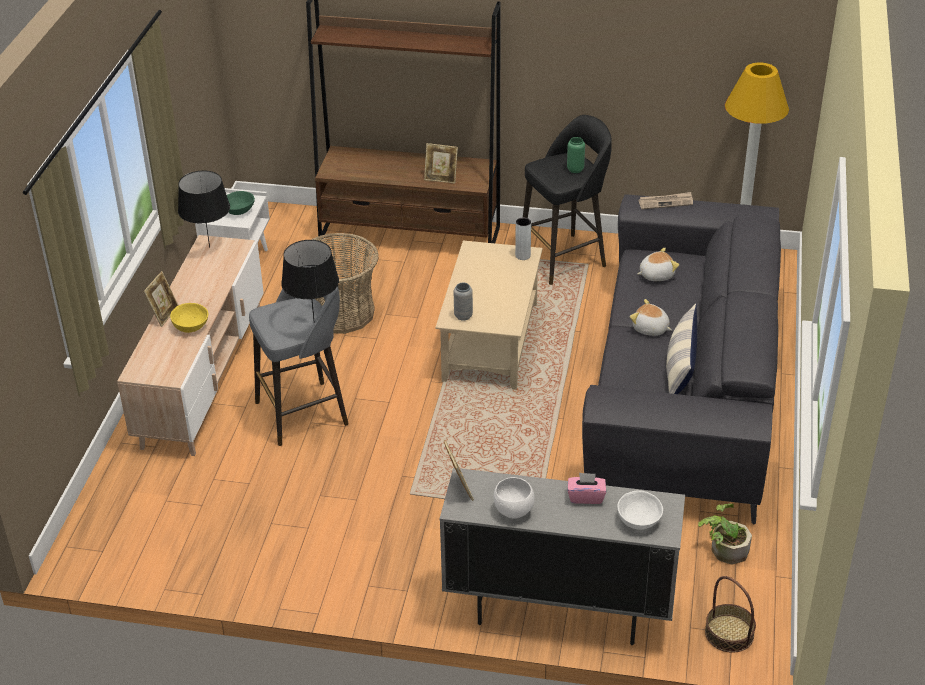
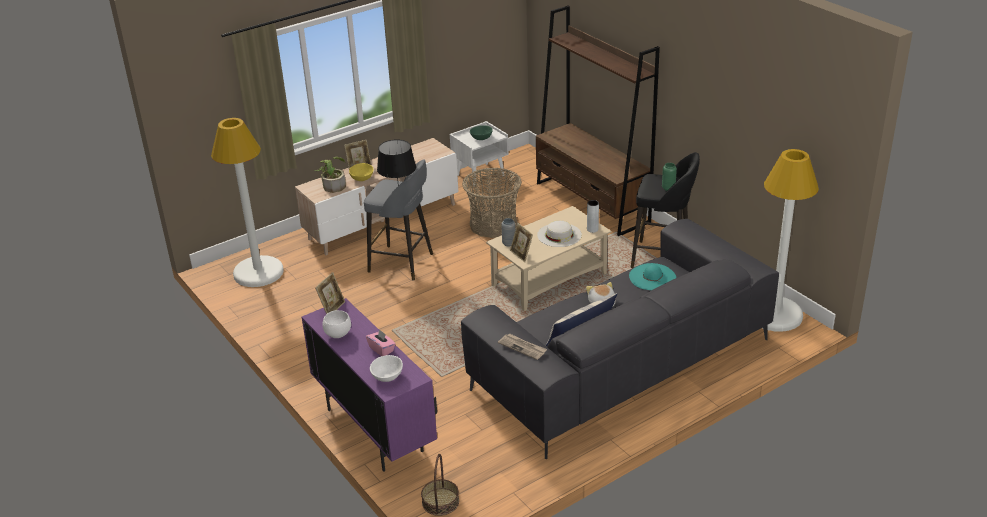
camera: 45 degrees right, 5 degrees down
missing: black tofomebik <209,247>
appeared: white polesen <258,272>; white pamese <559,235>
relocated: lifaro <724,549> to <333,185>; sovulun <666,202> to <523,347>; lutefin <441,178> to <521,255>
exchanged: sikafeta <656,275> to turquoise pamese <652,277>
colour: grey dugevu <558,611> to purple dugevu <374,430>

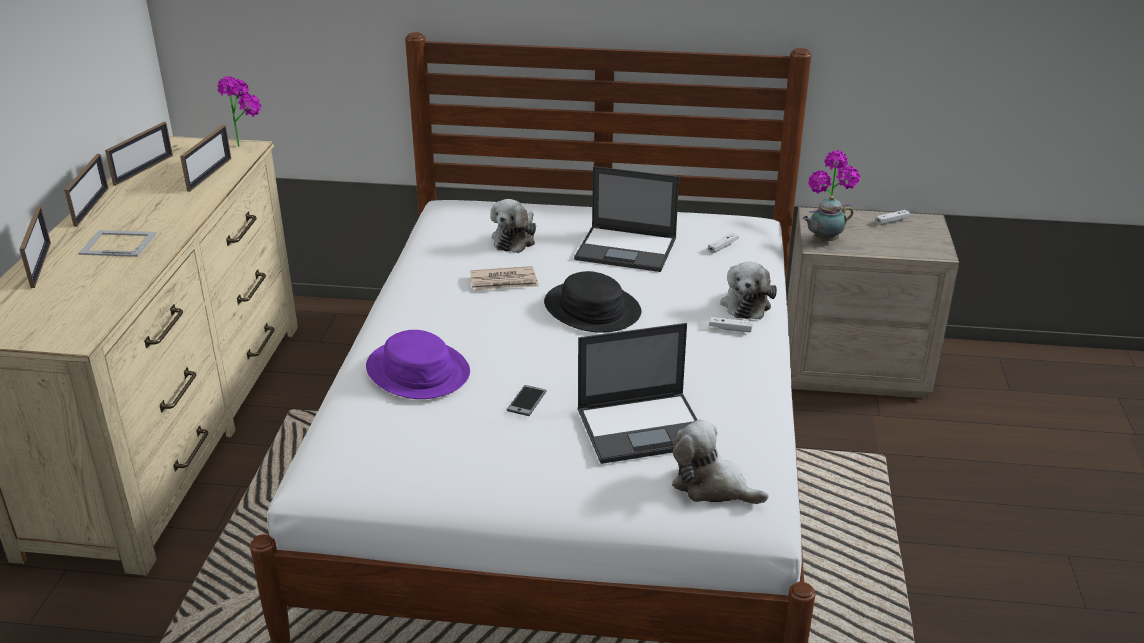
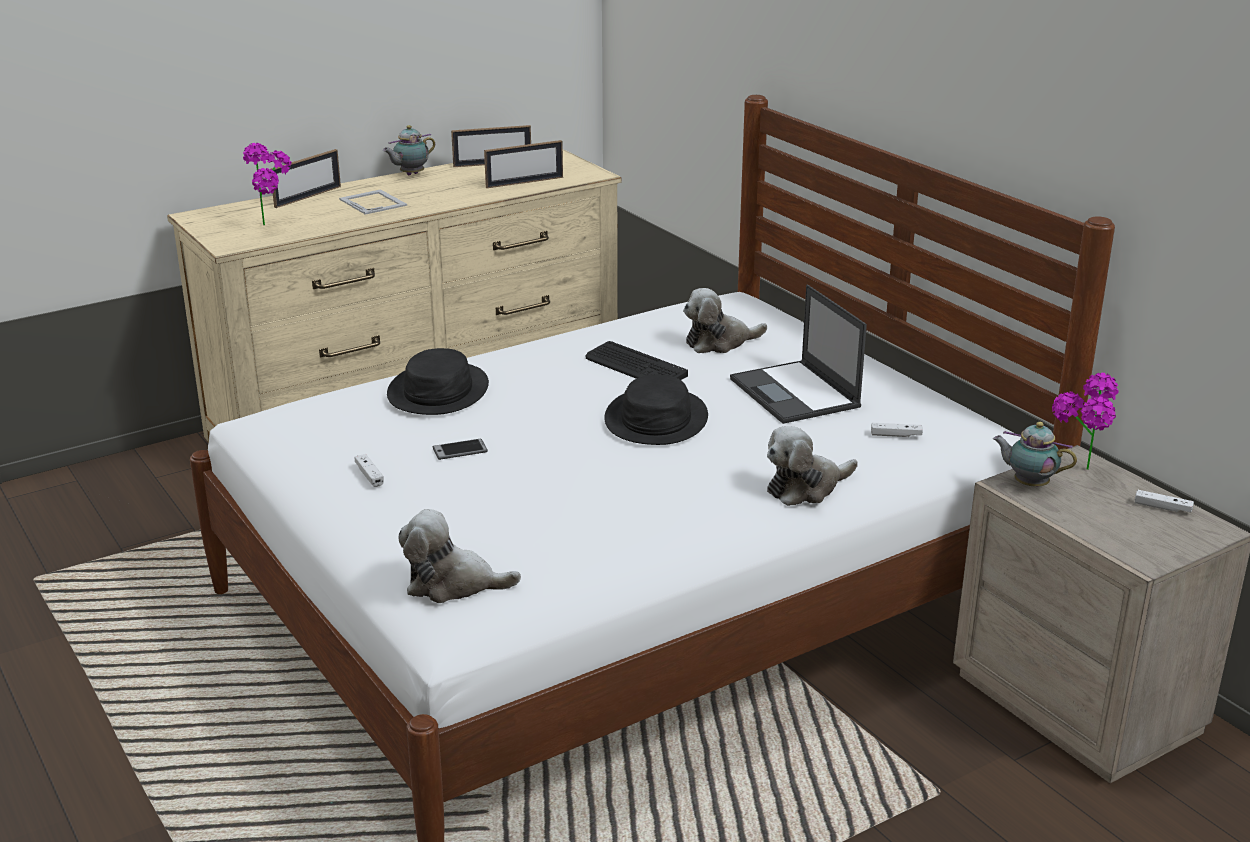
camera: 50 degrees right, 5 degrees down
missing: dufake <643,427>
relocated: lifaro <246,143> to <274,225>; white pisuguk <730,329> to <369,475>
exchanged: lutefin <91,207> to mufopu <410,174>; sovulun <504,282> to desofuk <635,366>
colour: purple pamese <418,371> to black pamese <438,391>
spun: sikafeta <712,486> = <453,584> 75 degrees counterclockwise

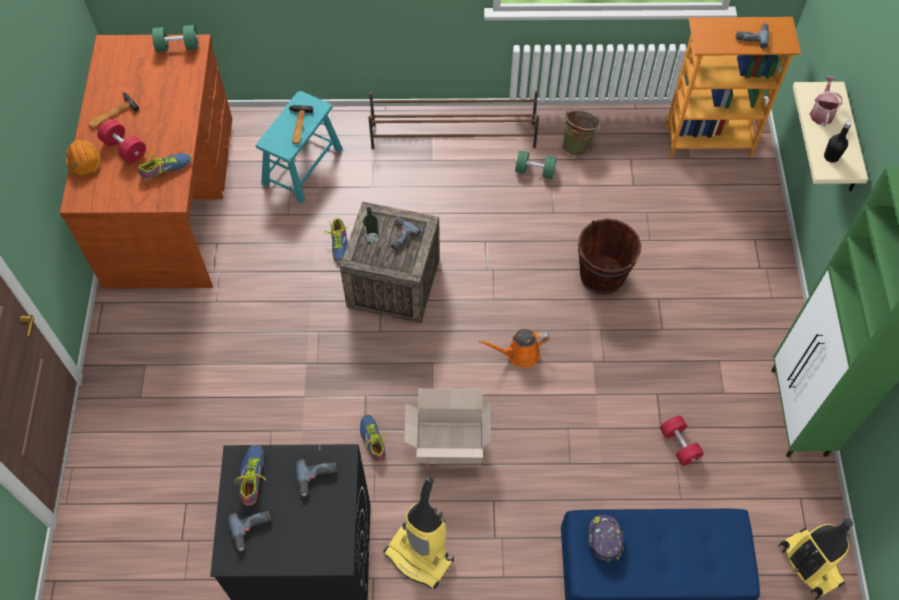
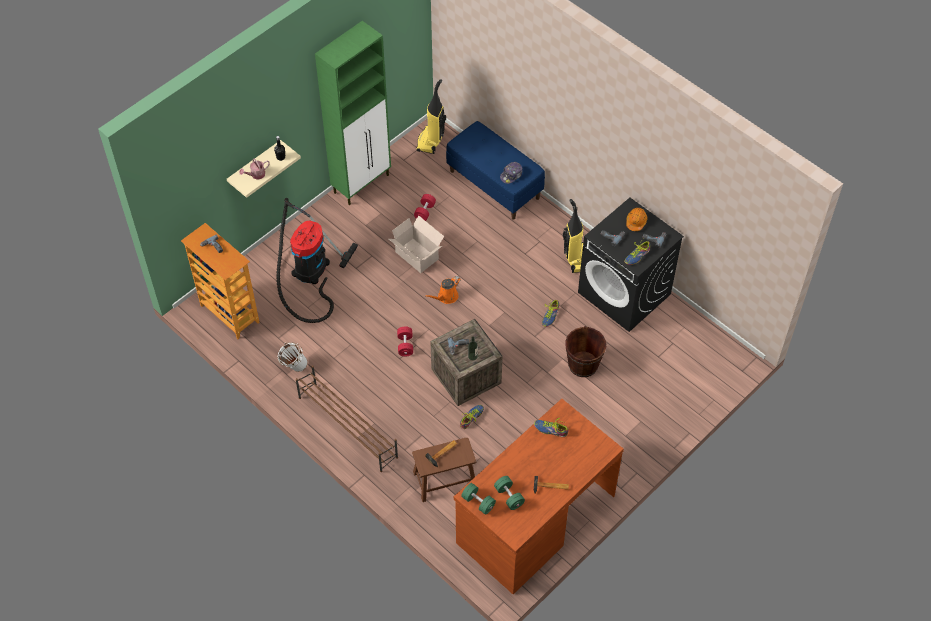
camera: 135 degrees left, 5 degrees down
appeared: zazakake <309,272>
relocated: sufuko <447,442> to <417,256>; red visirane <124,148> to <405,345>; green visirane <535,171> to <509,496>; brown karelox <602,276> to <583,365>; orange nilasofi <84,161> to <636,222>
colour: green karelox <577,145> to white karelox <293,367>; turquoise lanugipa <302,166> to brown lanugipa <444,479>
spun: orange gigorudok <519,354> = <446,297> 105 degrees clockwise

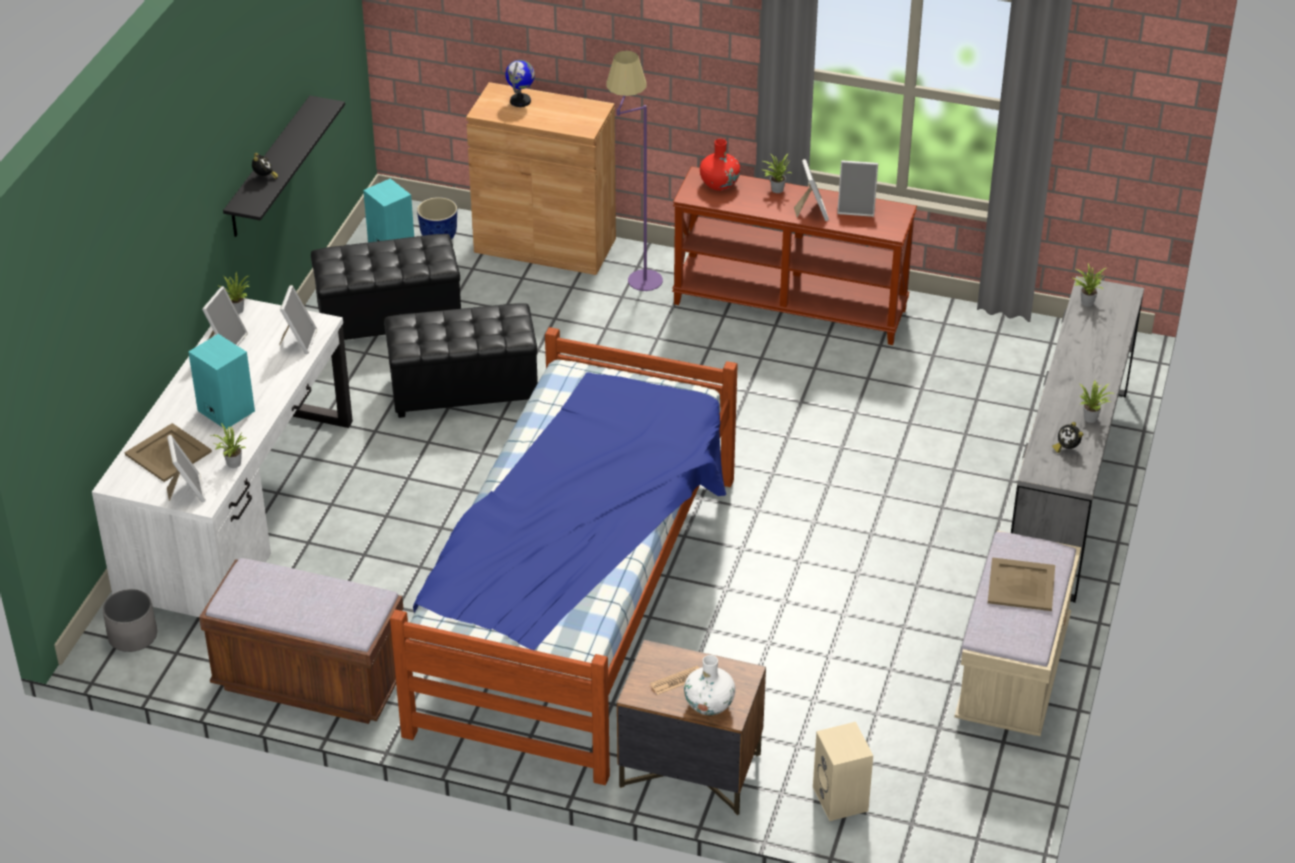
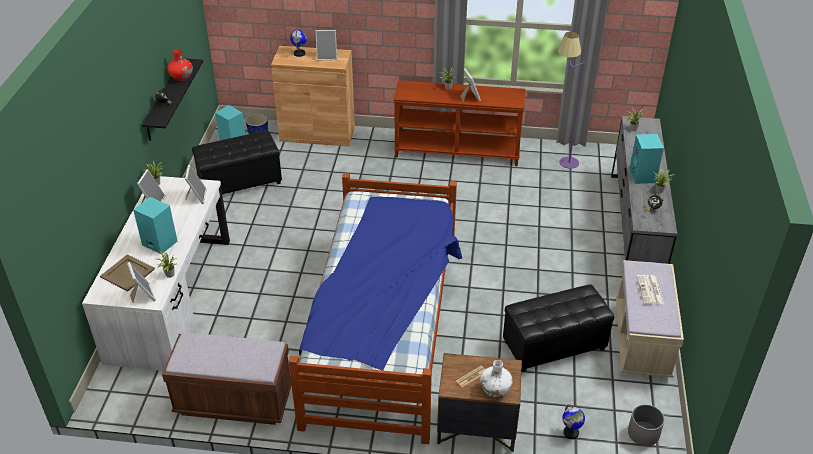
camera: 10 degrees left, 0 degrees up
appeared: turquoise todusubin <643,176>
relocated: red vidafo <719,184> to <181,77>; lutefin <856,208> to <327,56>; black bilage <464,390> to <553,345>; purple polesen <634,273> to <561,159>; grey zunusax <132,636> to <643,434>
exchanged: beige todusubin <842,799> to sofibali <571,433>; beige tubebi <1022,585> to sovulun <650,290>

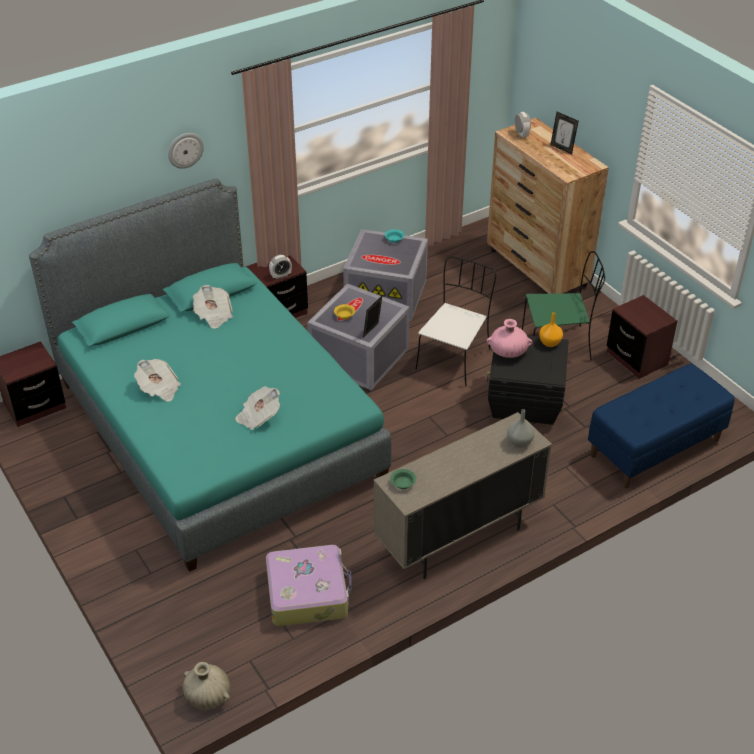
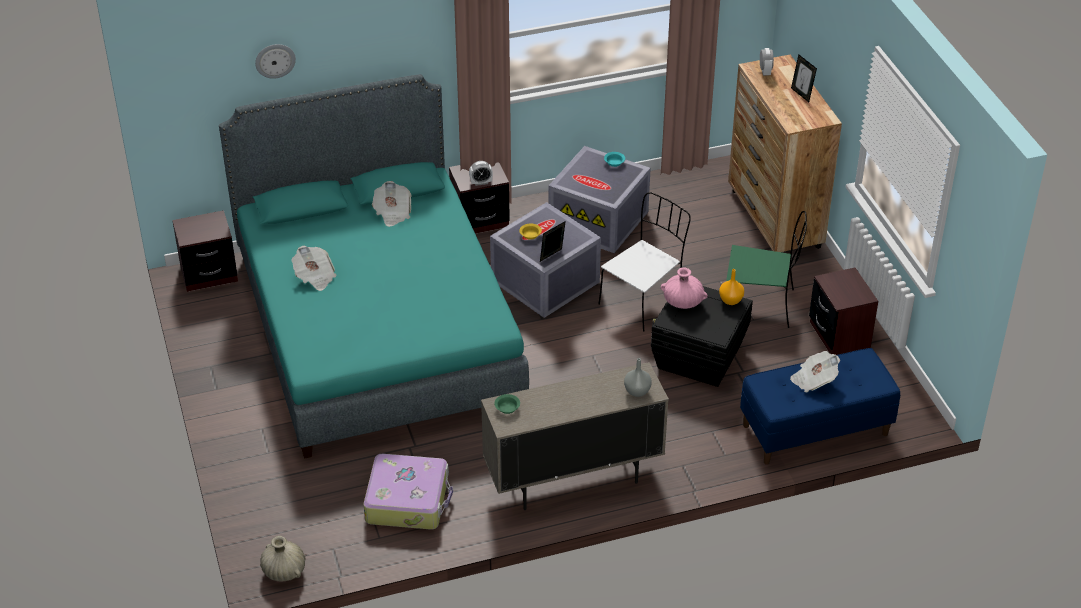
camera: 15 degrees right, 0 degrees up
relocated: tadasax <185,150> to <275,60>; sovulun <258,417> to <813,380>

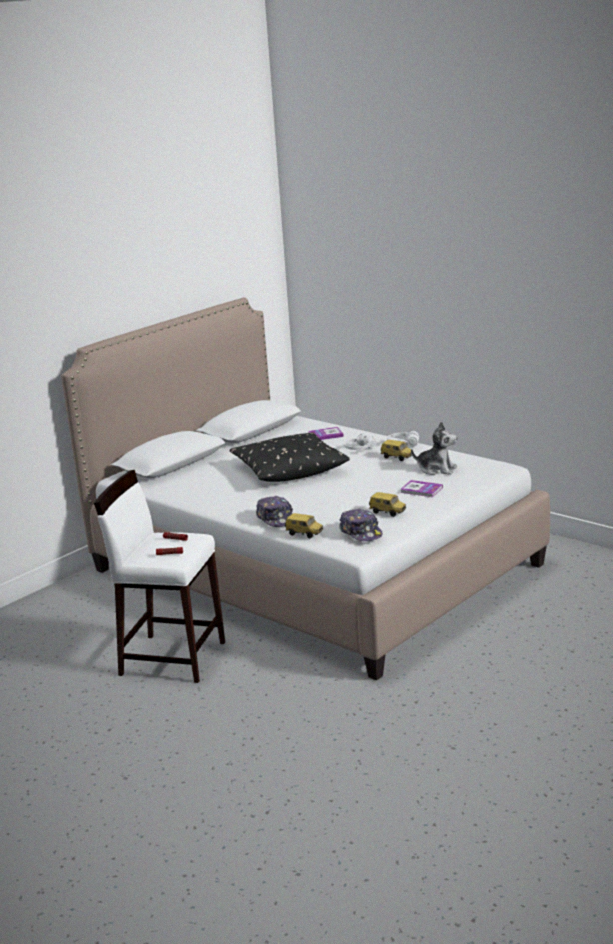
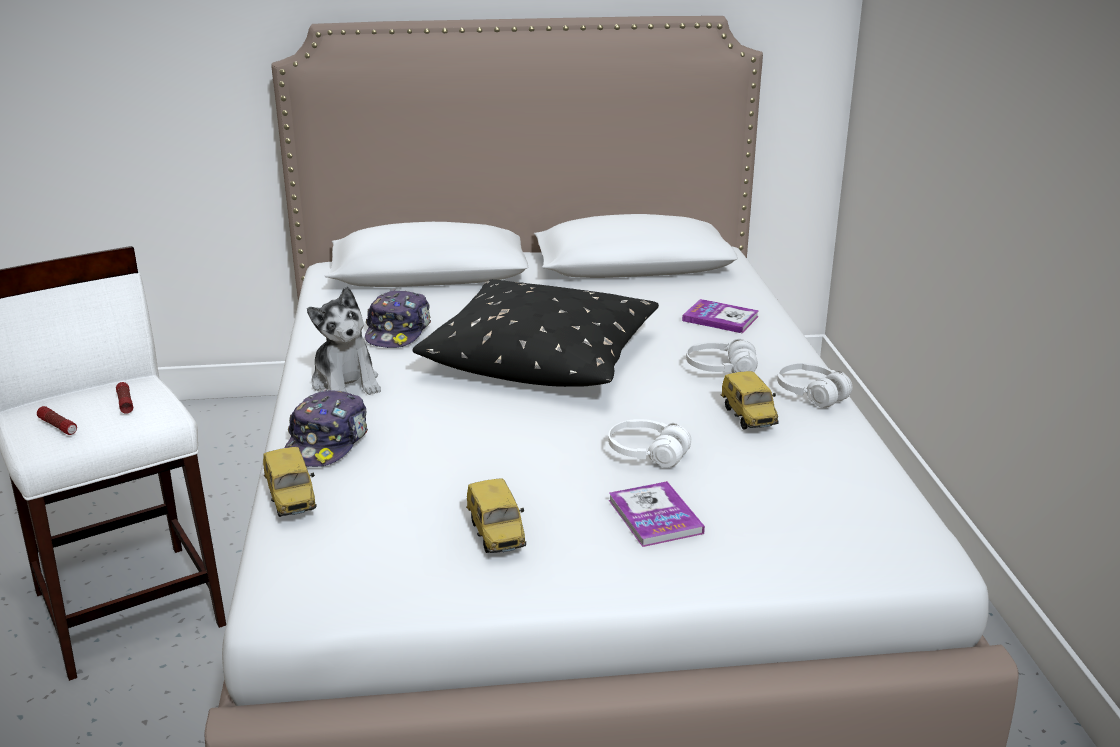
camera: 40 degrees right, 5 degrees up
appeared: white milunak <647,454>
relocated: sikafeta <437,469> to <346,383>; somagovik <361,532> to <398,332>

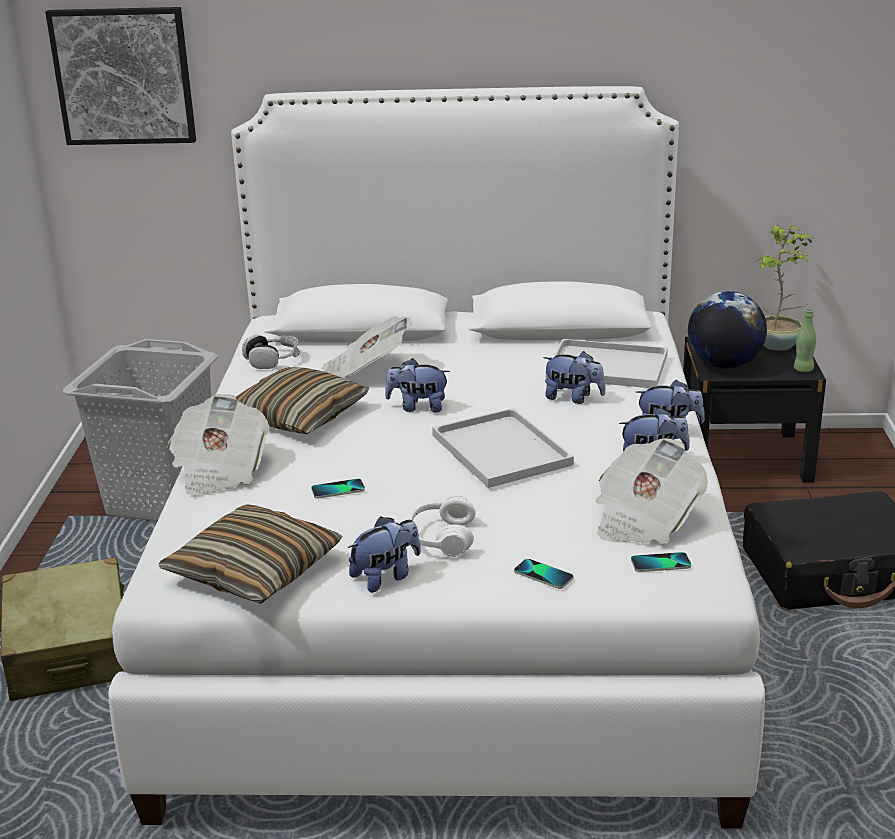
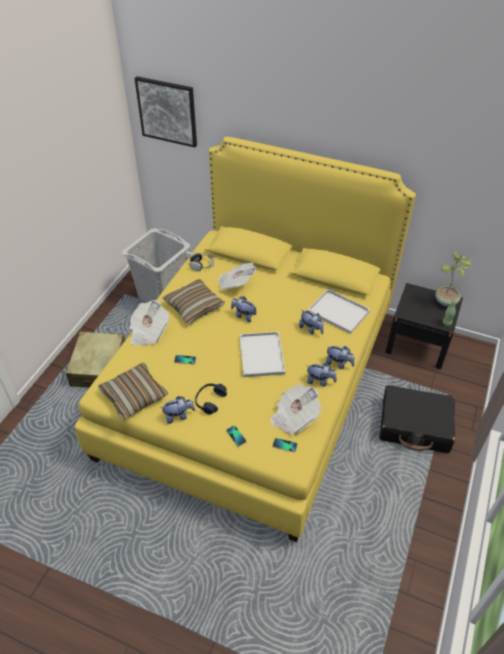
camera: 20 degrees right, 20 degrees up
missing: sofibali <724,365>
colour: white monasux <451,588> to yellow monasux <251,381>; white milunak <441,538> to blue milunak <210,401>

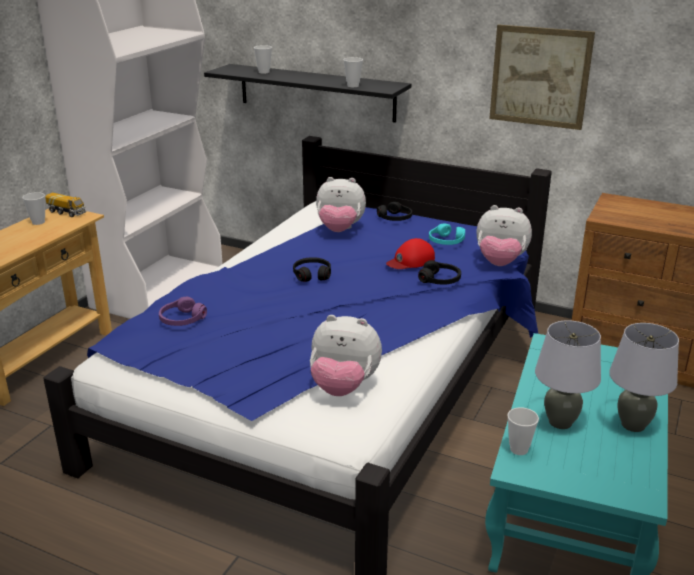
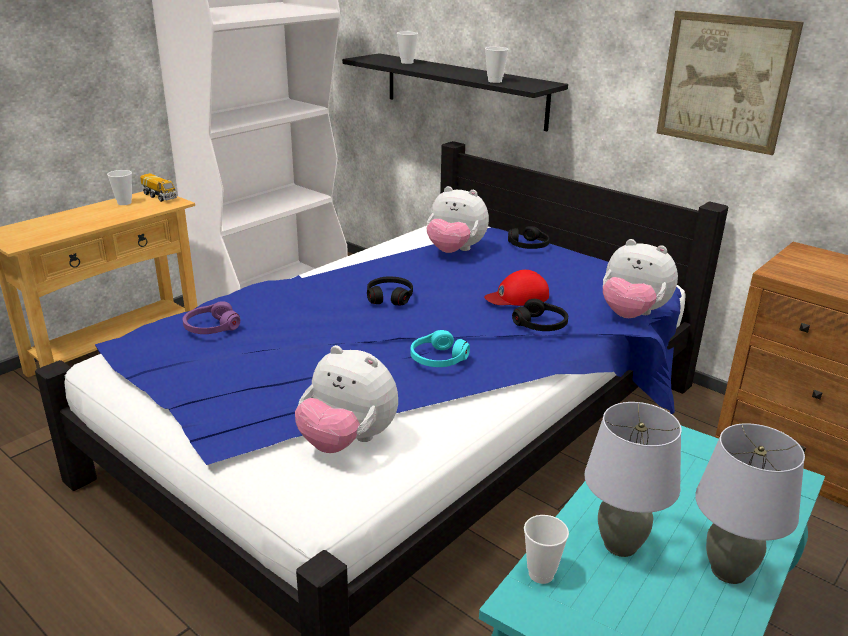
camera: 15 degrees right, 0 degrees up
relocated: turquoise milunak <446,241> to <438,359>

